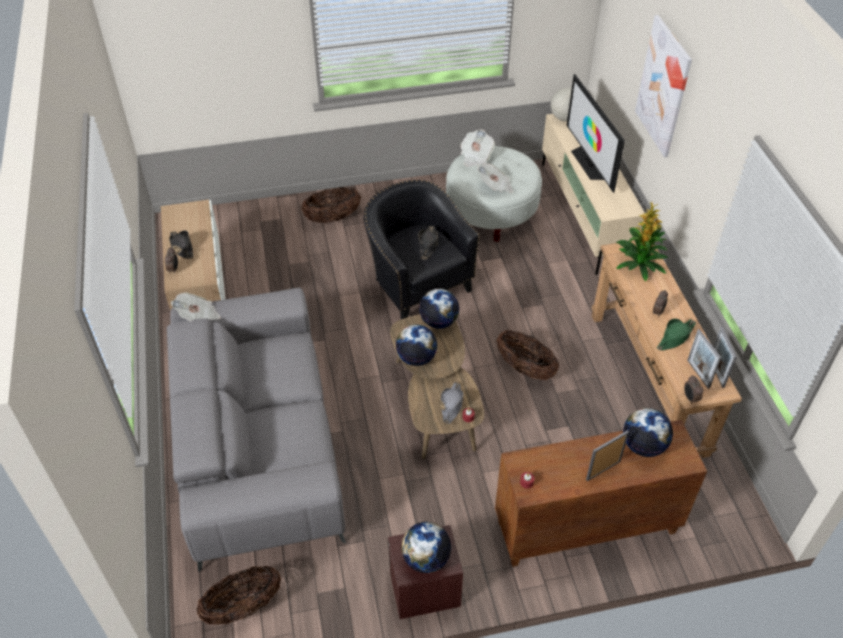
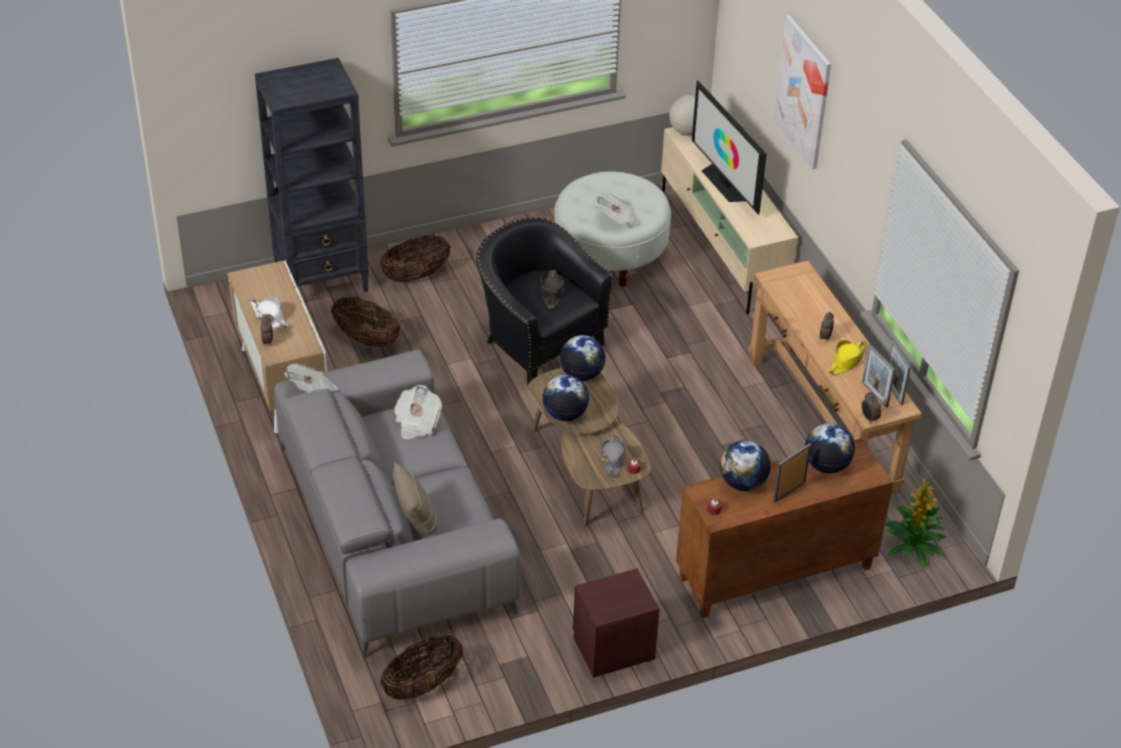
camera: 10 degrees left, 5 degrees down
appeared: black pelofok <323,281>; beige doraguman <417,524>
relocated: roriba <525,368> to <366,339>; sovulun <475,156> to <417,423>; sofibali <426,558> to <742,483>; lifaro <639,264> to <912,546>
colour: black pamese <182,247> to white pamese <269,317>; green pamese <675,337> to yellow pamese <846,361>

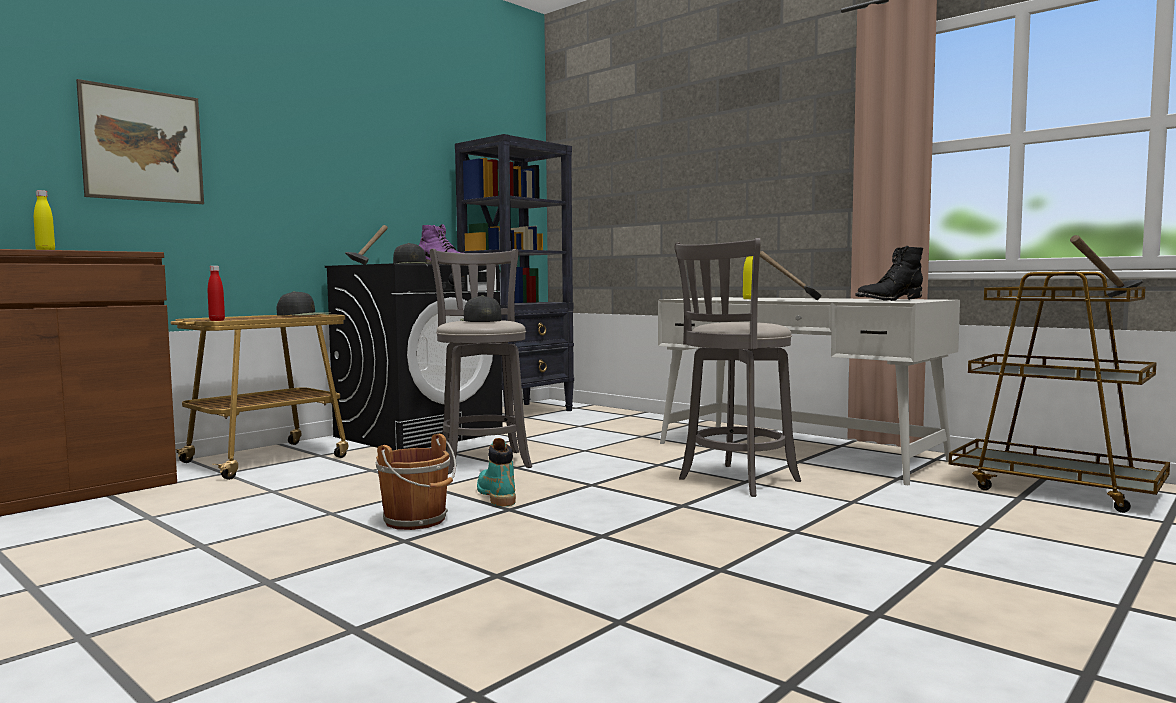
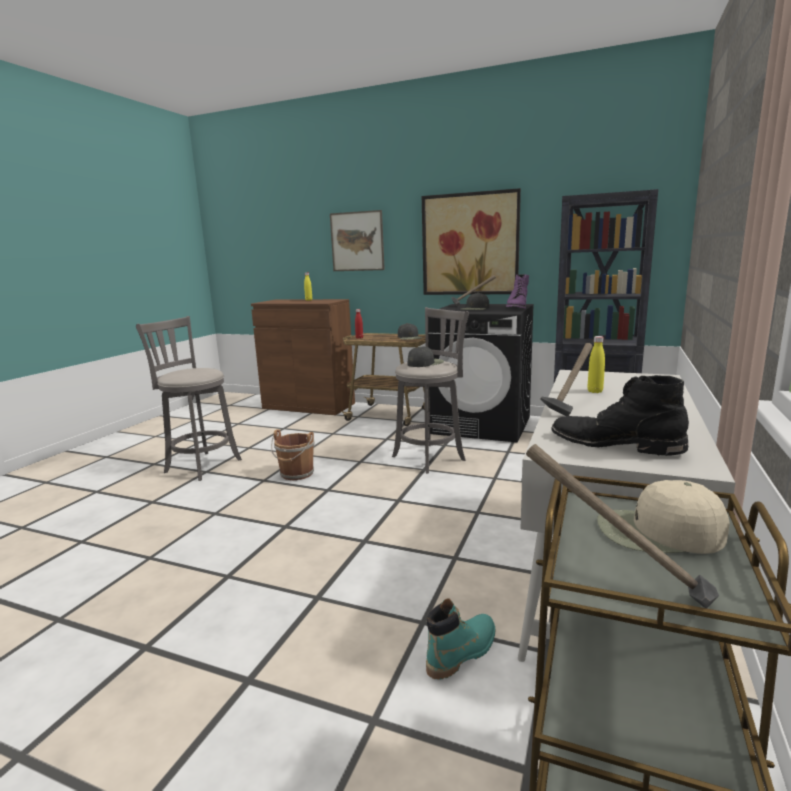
camera: 70 degrees right, 10 degrees up
appeared: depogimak <470,244>; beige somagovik <658,532>
relocated: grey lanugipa <735,481> to <200,465>; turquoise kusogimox <496,496> to <462,652>

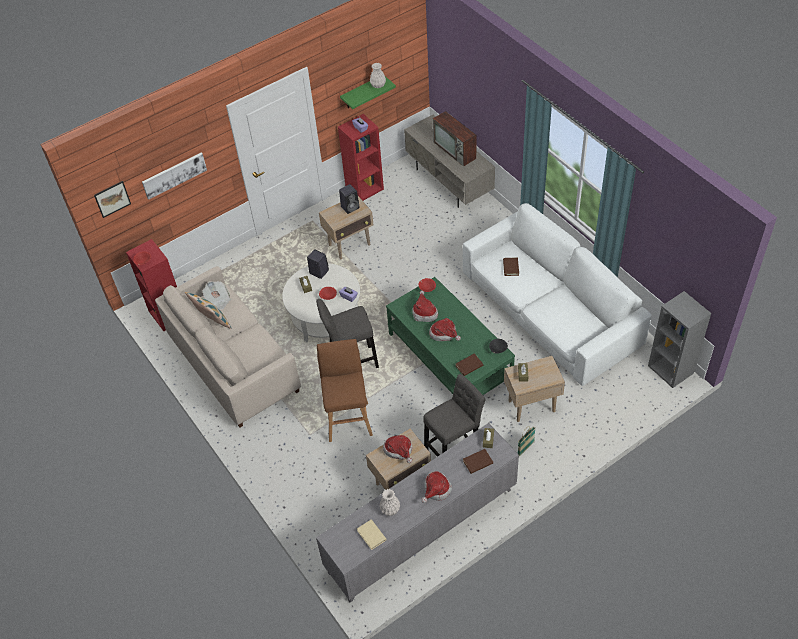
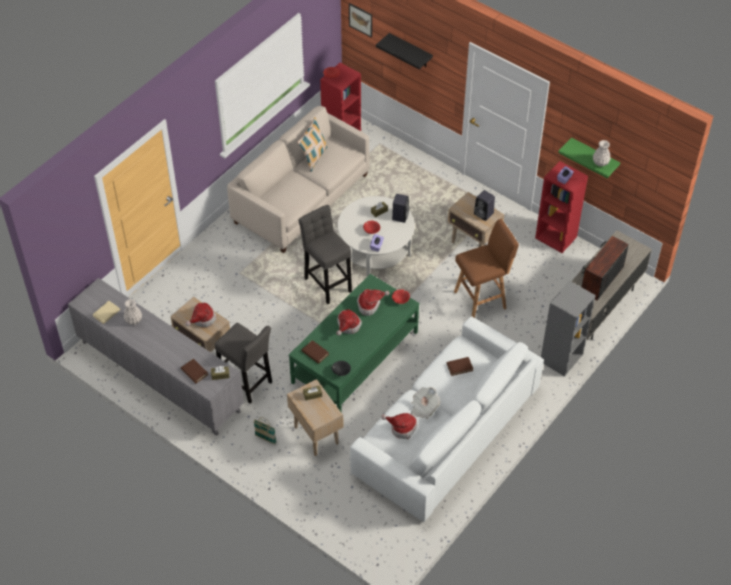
camera: 70 degrees right, 0 degrees up
relocated: pamese <436,490> to <401,428>; sovulun <218,300> to <424,407>; brown lanugipa <348,420> to <481,299>; grey pelofok <671,369> to <561,358>
exchanged: depogimak <174,175> to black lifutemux <410,51>

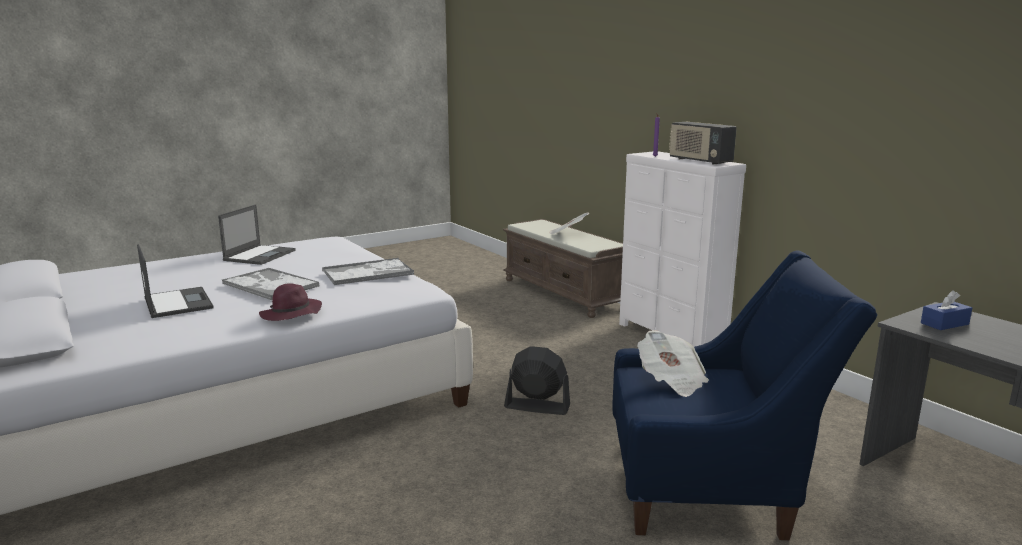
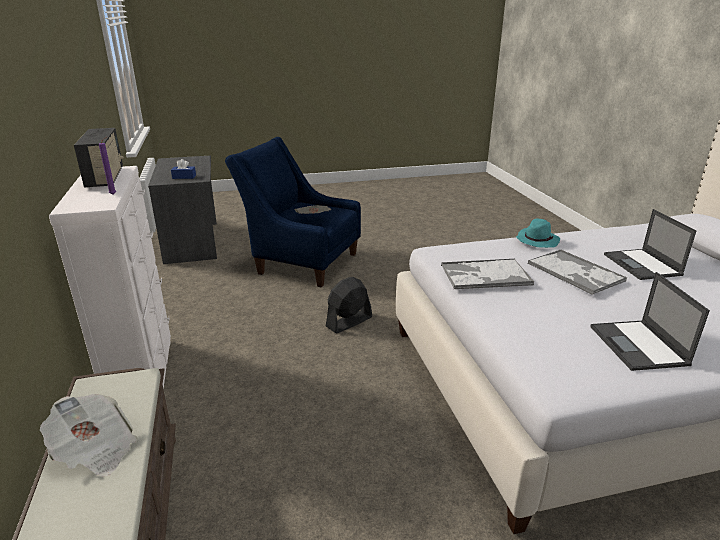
camera: 160 degrees left, 10 degrees up
colour: purple pamese <291,314> to turquoise pamese <536,240>
spun: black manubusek <536,406> = <349,322> 105 degrees clockwise; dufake <260,255> = <639,346> 45 degrees counterclockwise

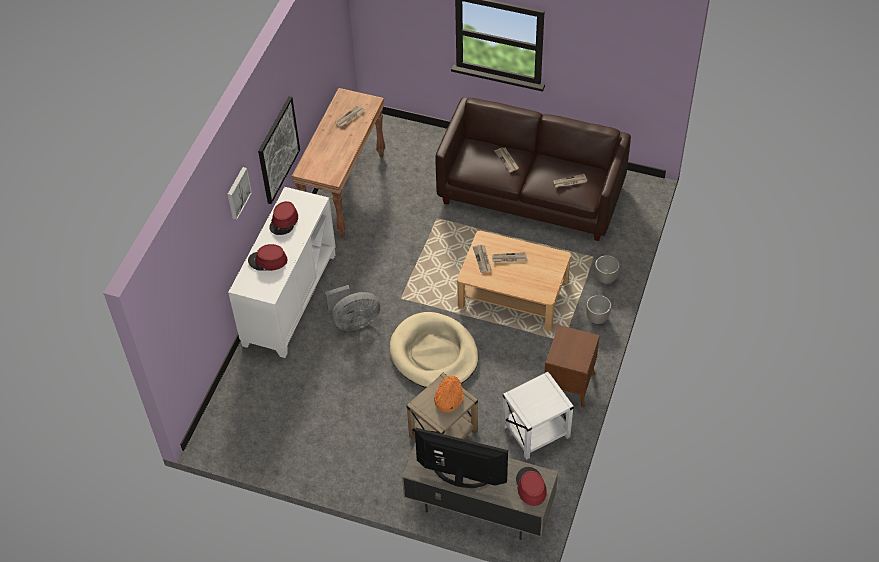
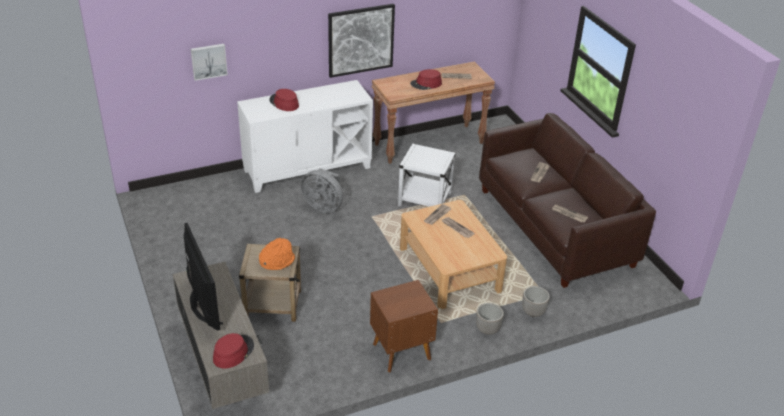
camera: 45 degrees right, 15 degrees down
missing: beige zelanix <434,354>
relocated: depogimak <237,193> to <208,61>; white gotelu <536,431> to <425,200>; red pamese <284,221> to <426,84>

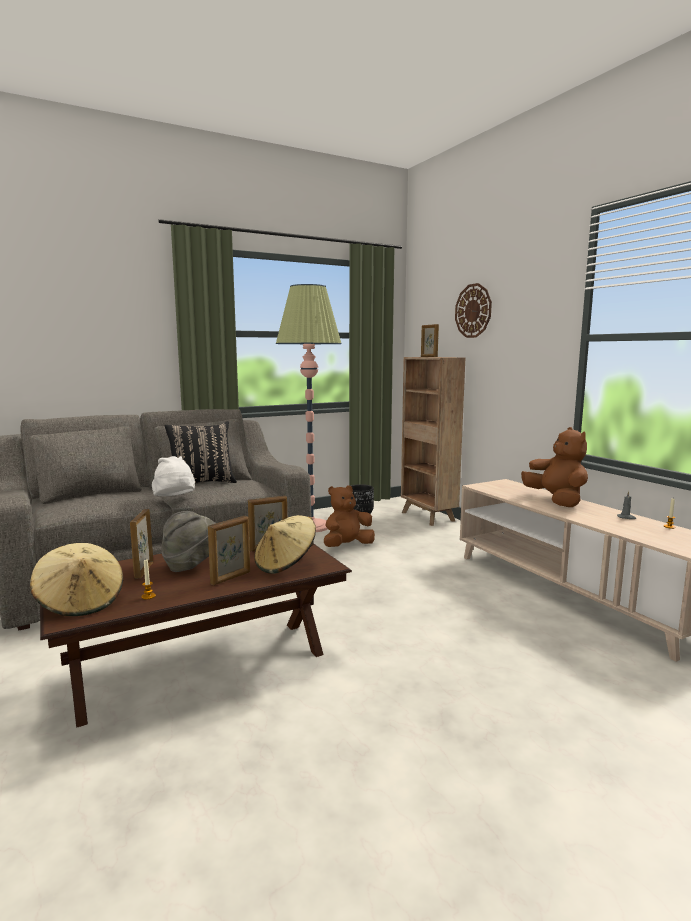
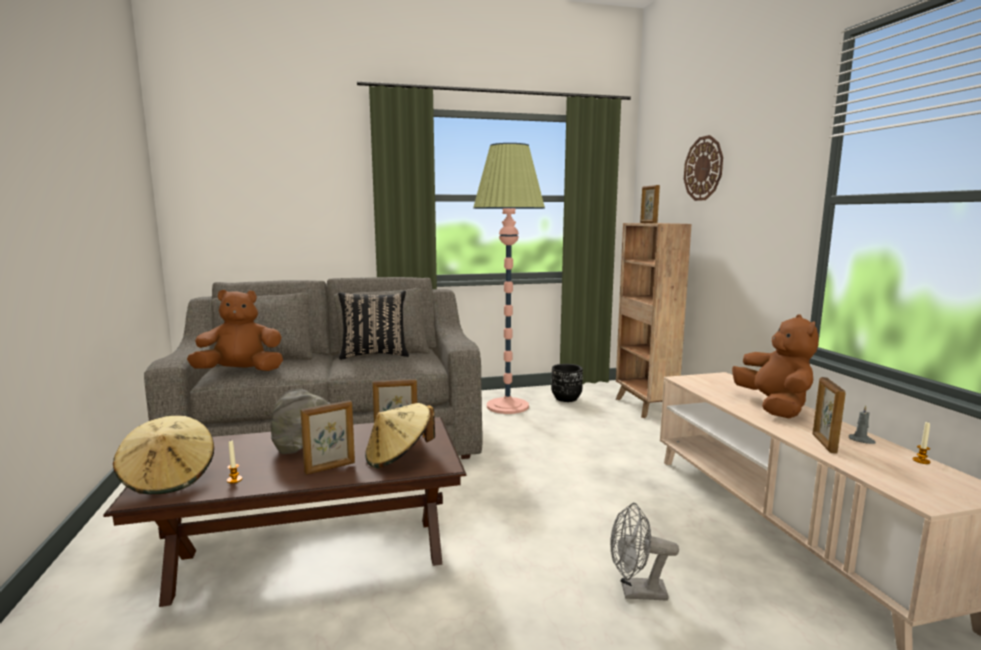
camera: 15 degrees right, 0 degrees up
missing: white pamese <175,499>
appeared: grey manubusek <636,592>
relocated: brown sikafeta <347,546> to <241,372>; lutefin <143,570> to <823,444>

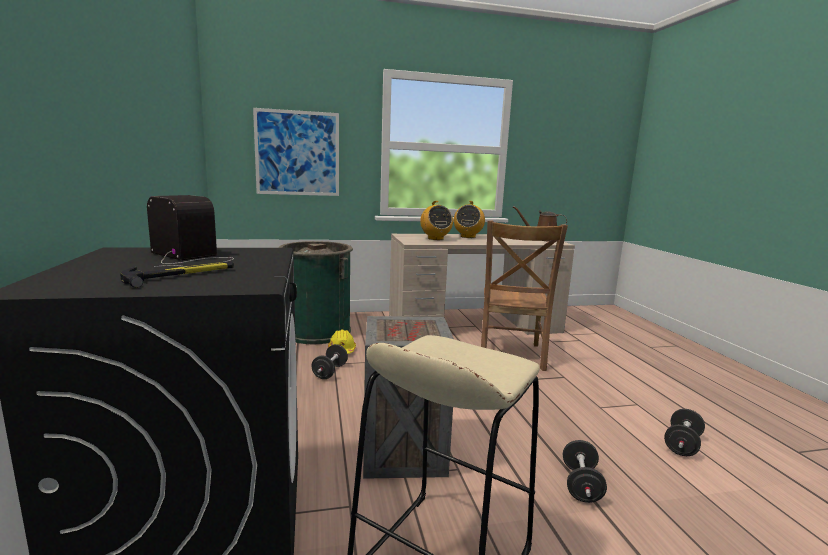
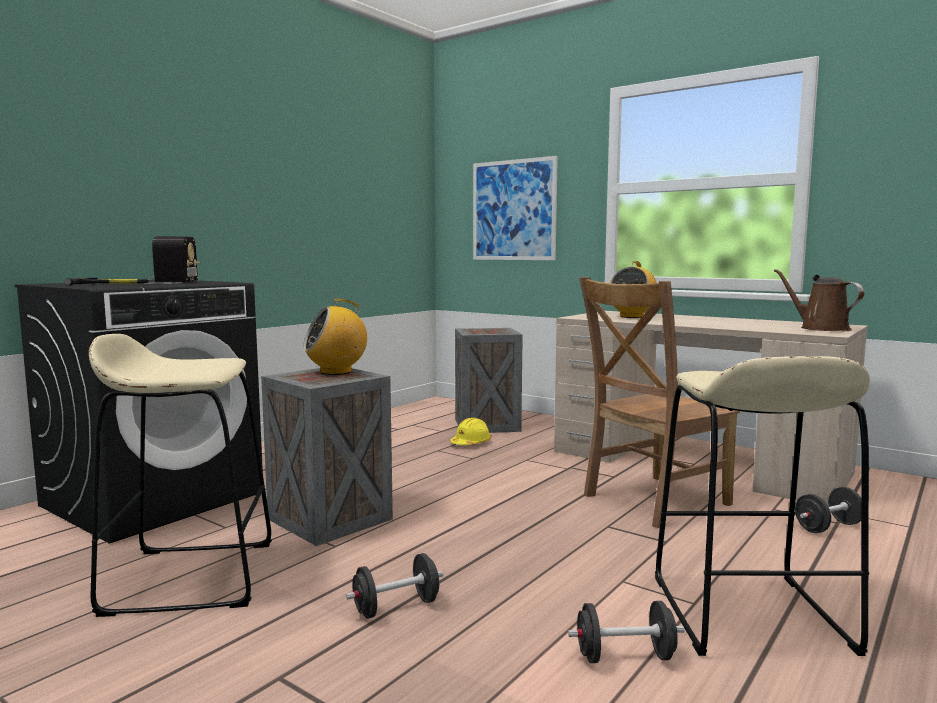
camera: 50 degrees right, 5 degrees down
appeared: beige lanugipa <748,614>
relocated: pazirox <468,236> to <336,372>; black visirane <330,372> to <828,527>
exchanged: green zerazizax <317,331> to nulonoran <488,424>

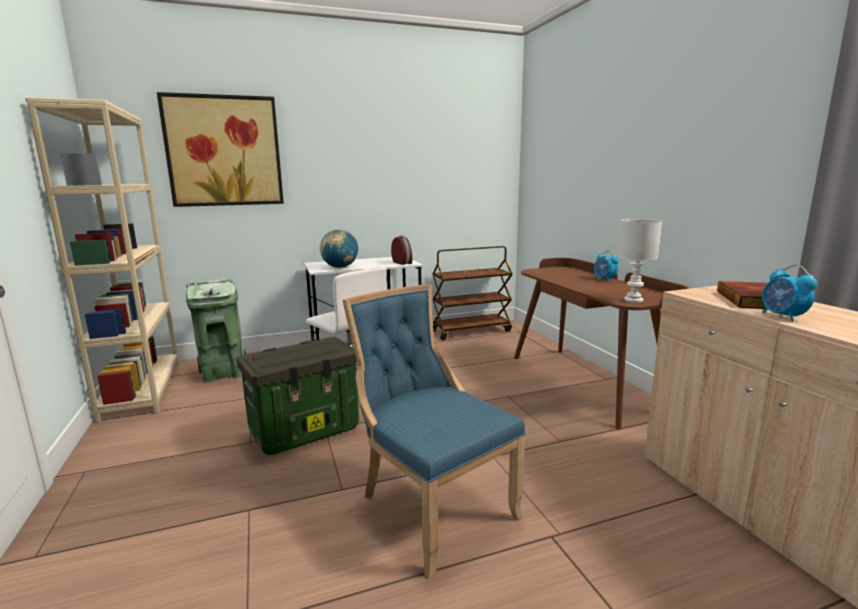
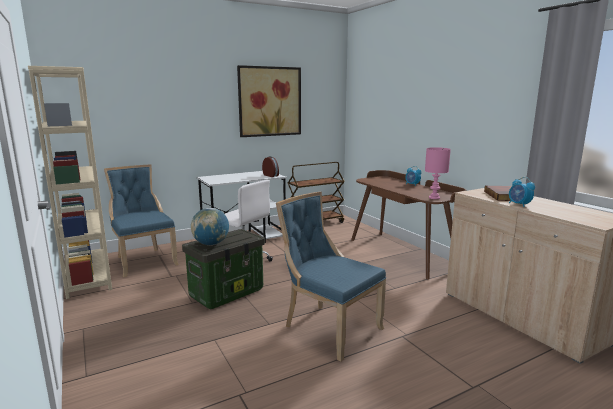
camera: 10 degrees left, 0 degrees up
relocated: sofibali <340,267> to <211,244>; depogimak <224,151> to <270,101>
exchanged: green zerazizax <223,373> to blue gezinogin <144,261>
colour: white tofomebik <634,300> to pink tofomebik <434,198>

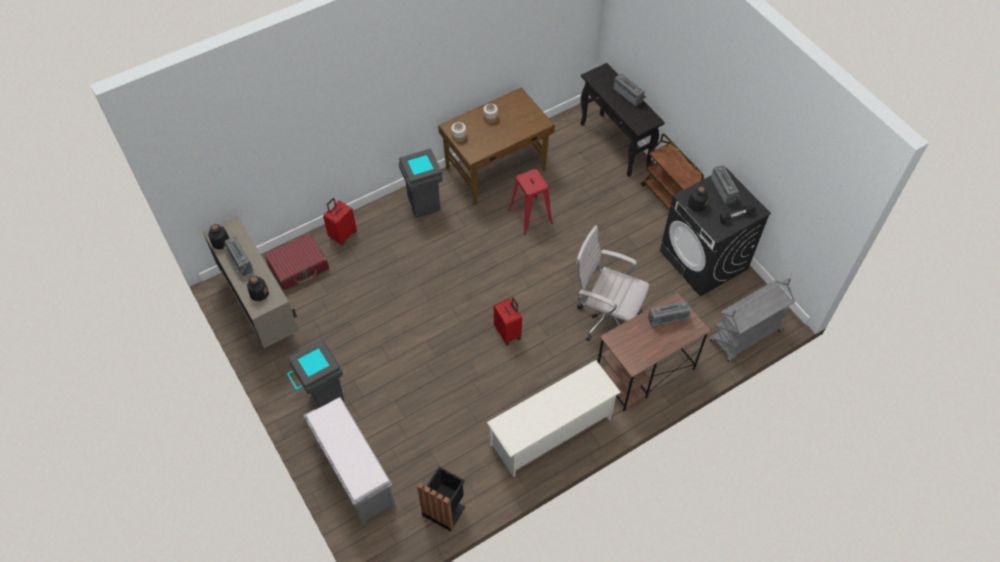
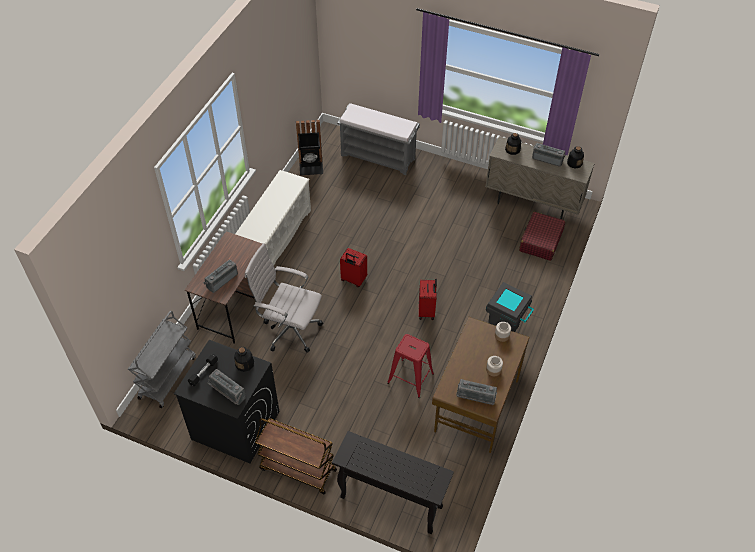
camera: 145 degrees right, 5 degrees down
missing: grey zerazizax <323,398>
relocated: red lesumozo <342,235> to <427,311>; pazirox <629,94> to <475,398>
spun: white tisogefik <605,317> = <289,330> 150 degrees counterclockwise

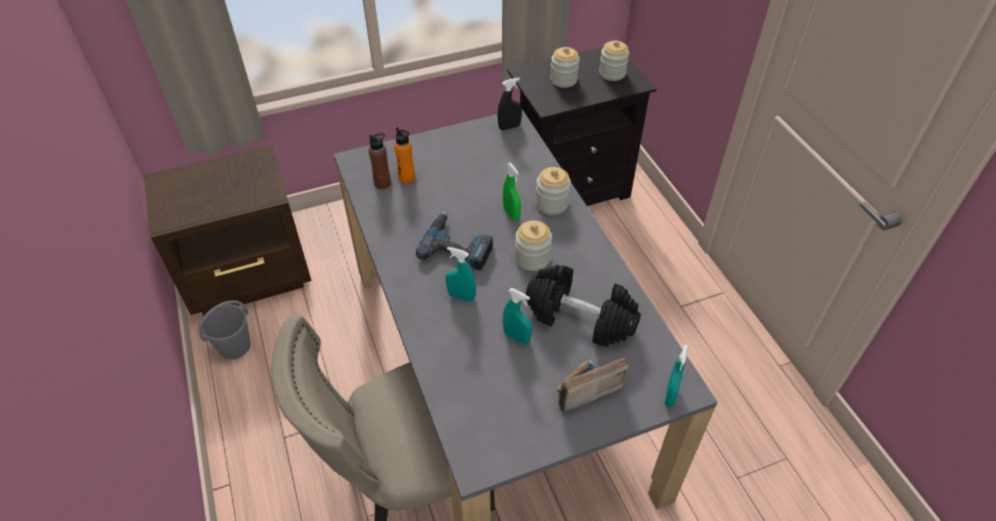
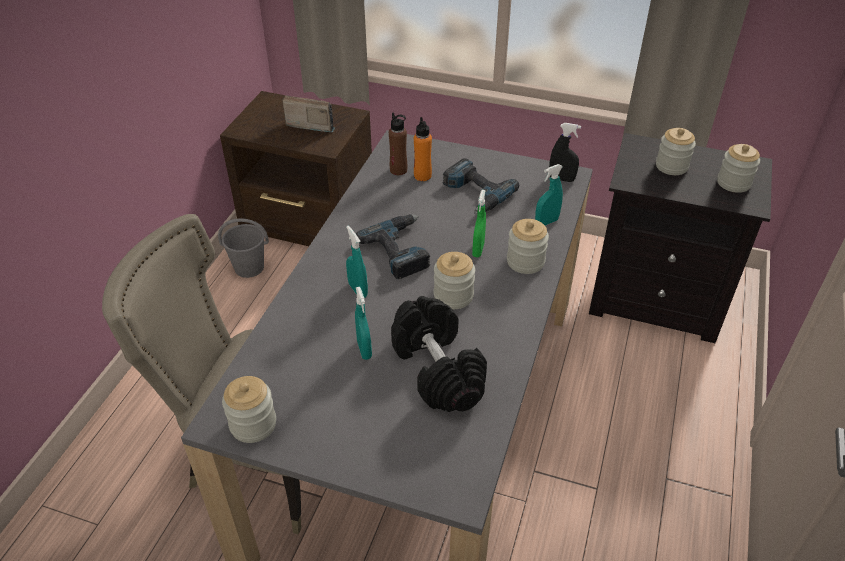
camera: 40 degrees right, 5 degrees down
appeared: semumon <253,424>; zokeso <475,193>
relocated: pazirox <583,389> to <311,124>; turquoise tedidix <670,395> to <546,222>

